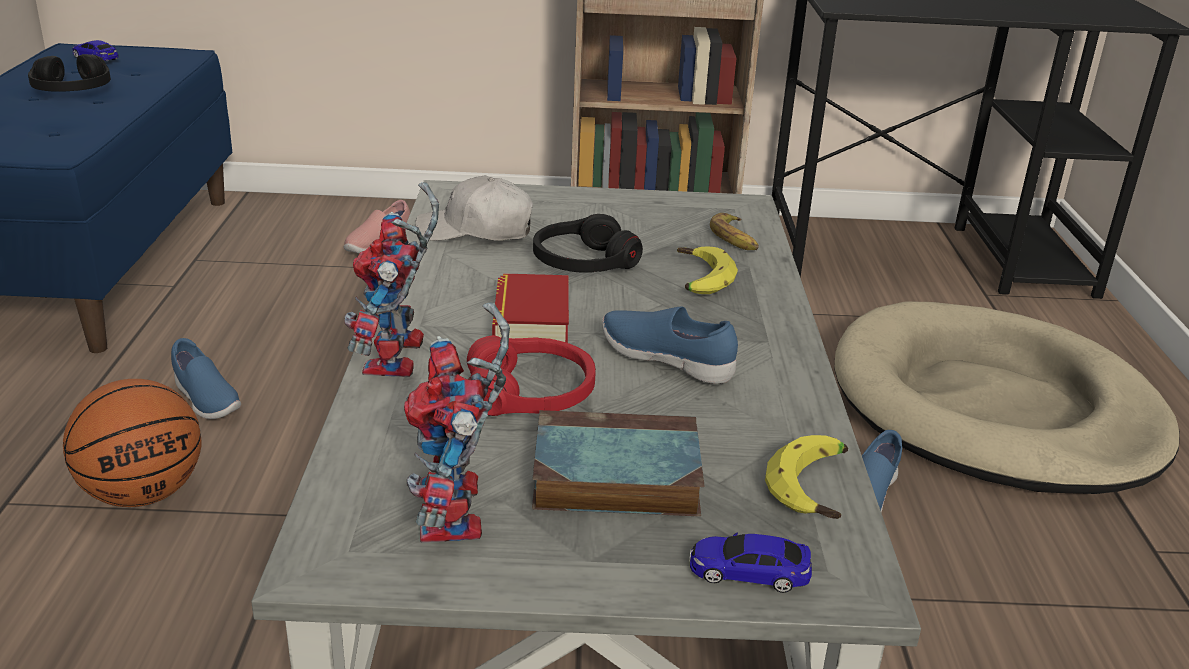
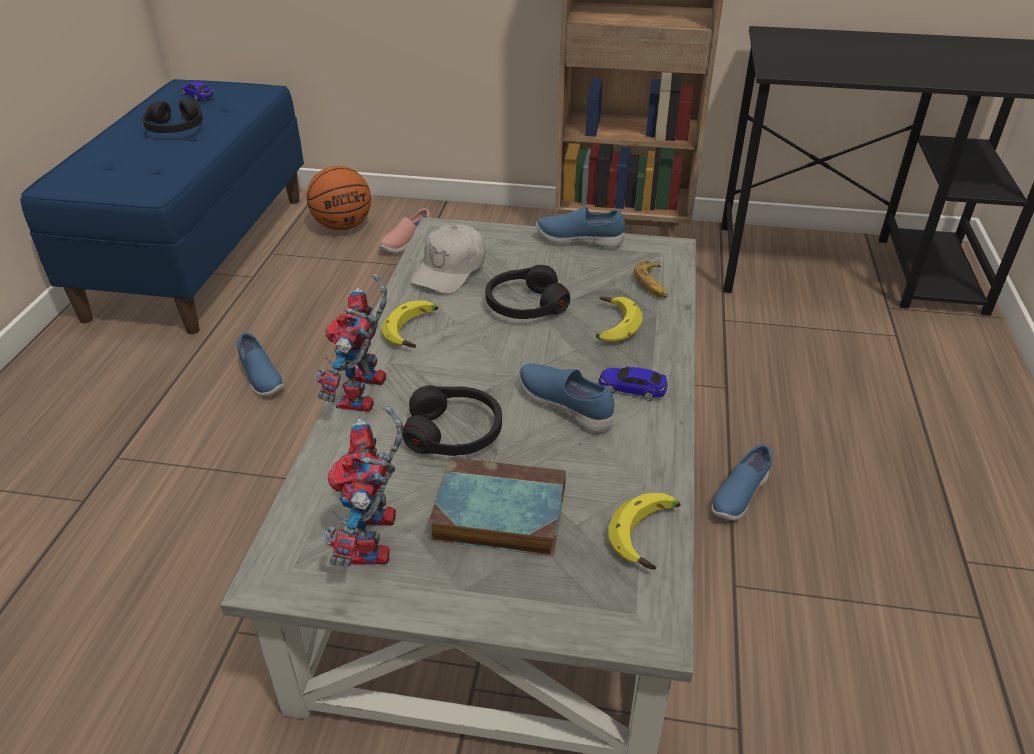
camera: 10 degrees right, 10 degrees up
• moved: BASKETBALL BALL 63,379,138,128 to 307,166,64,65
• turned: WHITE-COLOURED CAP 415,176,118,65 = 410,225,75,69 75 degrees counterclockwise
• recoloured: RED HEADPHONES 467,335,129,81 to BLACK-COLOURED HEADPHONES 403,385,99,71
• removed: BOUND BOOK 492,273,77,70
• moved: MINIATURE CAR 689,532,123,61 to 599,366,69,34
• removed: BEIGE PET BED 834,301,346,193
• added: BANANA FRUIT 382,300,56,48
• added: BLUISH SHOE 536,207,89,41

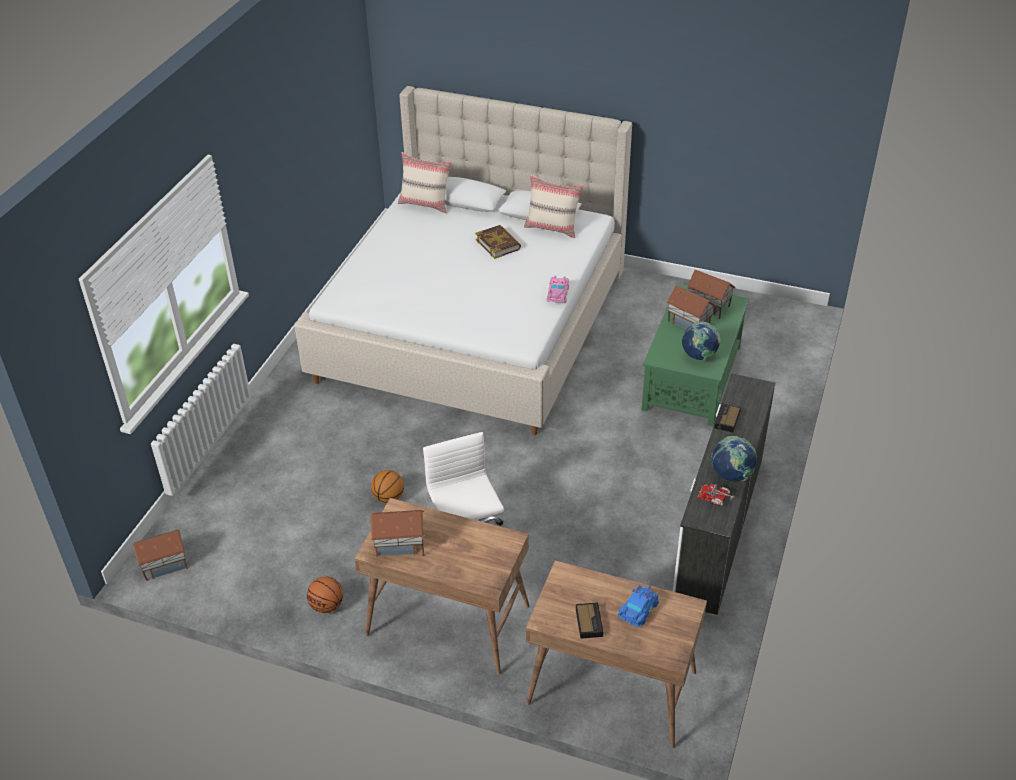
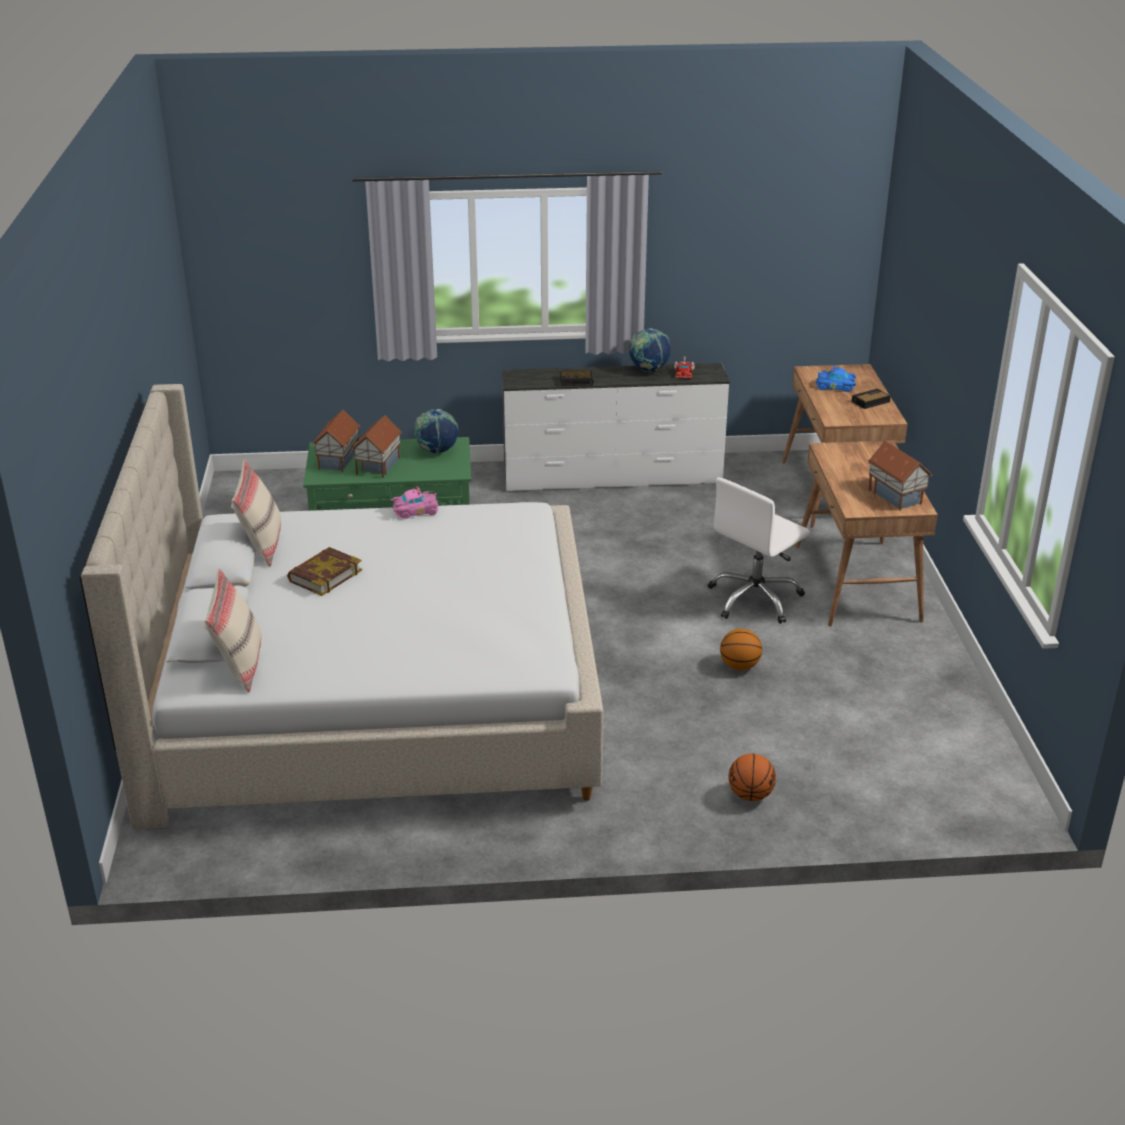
camera: 115 degrees left, 10 degrees down
• removed: MINIATURE HOUSE 132,530,56,51
• moved: BASKETBALL BALL 307,577,36,36 to 728,754,48,47

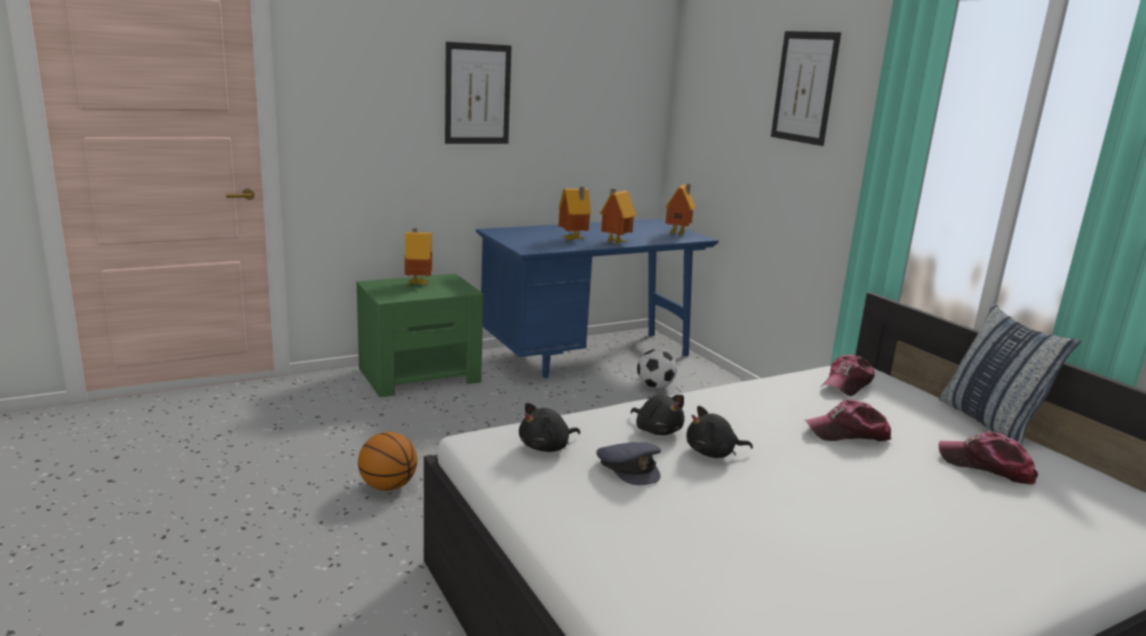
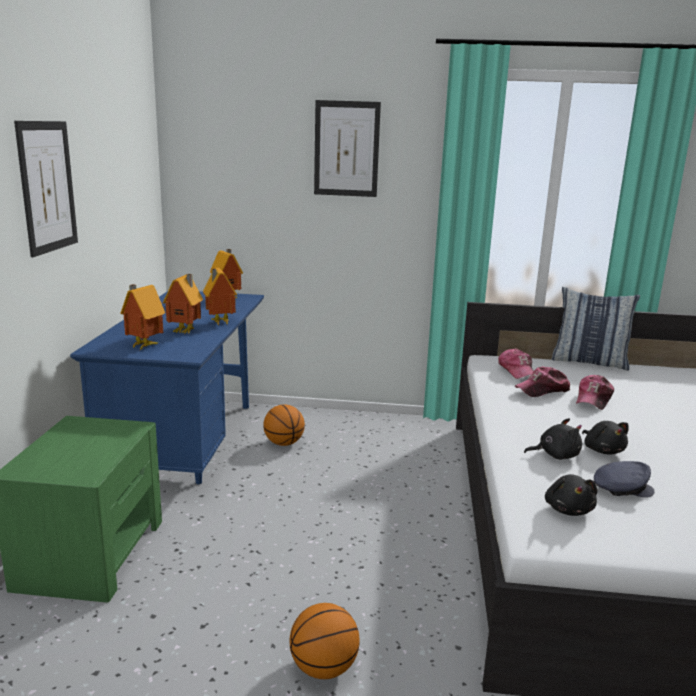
camera: 55 degrees left, 0 degrees up
• moved: MINIATURE HOUSE 404,228,28,57 to 120,284,45,66
• replaced: FOOTBALL 637,349,40,40 to BASKETBALL BALL 263,404,42,42
• turned: BLACK-COLOURED SOFT TOY 686,406,67,52 = 582,421,46,34 45 degrees counterclockwise
• moved: CAP 939,432,99,53 to 515,367,56,30

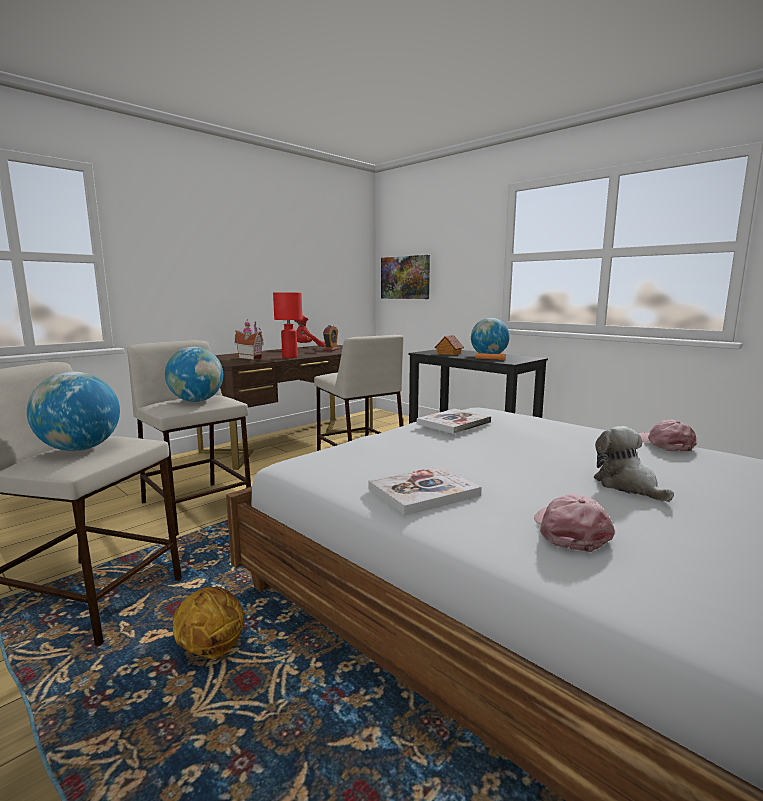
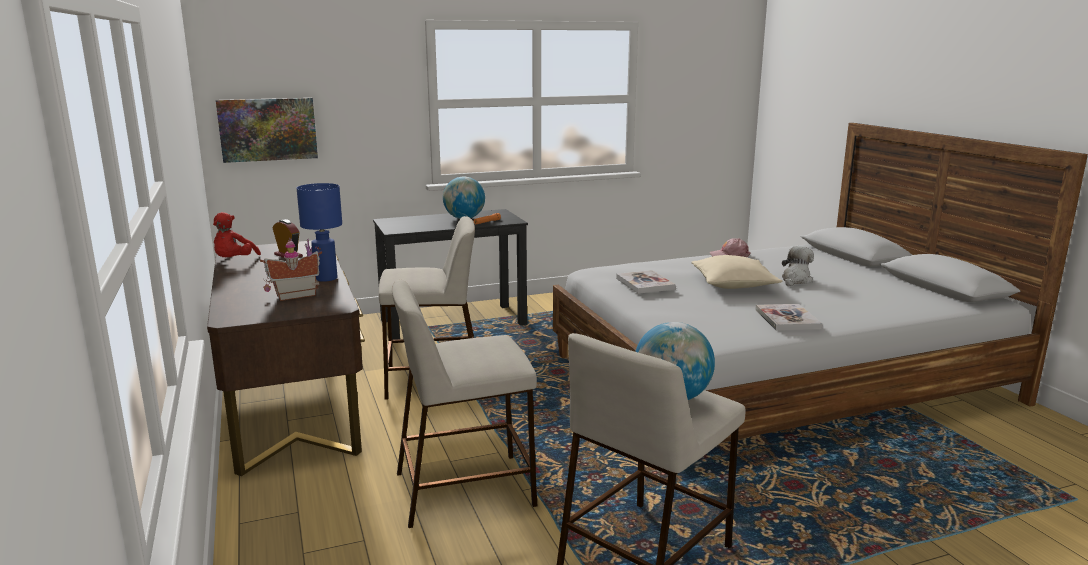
camera: 65 degrees left, 5 degrees up
• removed: DESK GLOBE 165,347,58,55
• removed: BASKETBALL BALL 173,587,71,73
• recoloured: RED TABLE LAMP 273,292,29,66 to BLUISH TABLE LAMP 297,183,45,99
• removed: MINIATURE HOUSE 434,335,30,20
• removed: PINK CAP 534,494,81,58
• turned: SOFT TOY 594,426,80,76 = 782,246,32,40 120 degrees clockwise
• added: BEIGE PILLOW 691,255,91,34

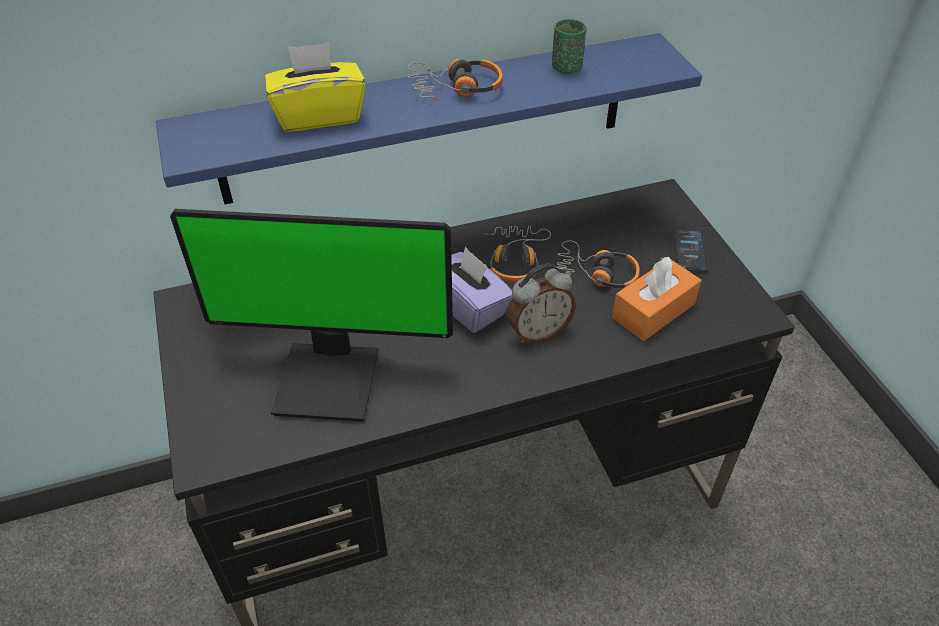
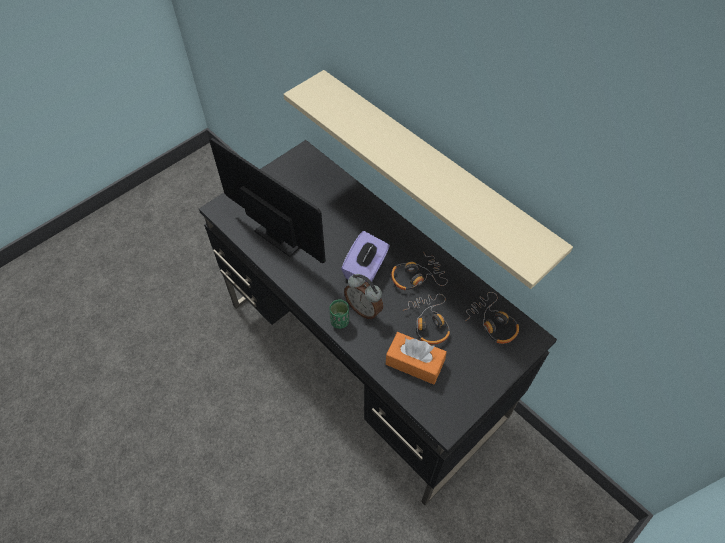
camera: 65 degrees right, 10 degrees up
• recoloured: BLUISH BRACKET SHELF 156,33,546,171 to BEIGE BRACKET SHELF 283,70,290,219
• turned: COMPUTER DISPLAY 170,209,283,213 = 209,138,117,125 150 degrees clockwise
• removed: YELLOW-COLOURED BOX OF TISSUES 265,42,101,90
• moved: HEADPHONES 407,59,96,44 to 465,292,54,52
• moved: GREEN SMALL CUP 552,19,35,55 to 330,299,19,30
• removed: HANDSET 673,229,35,43

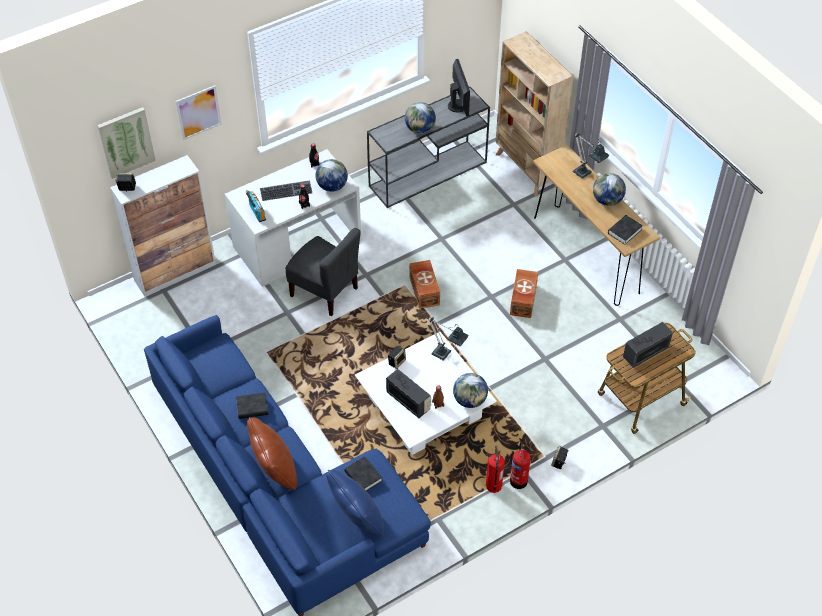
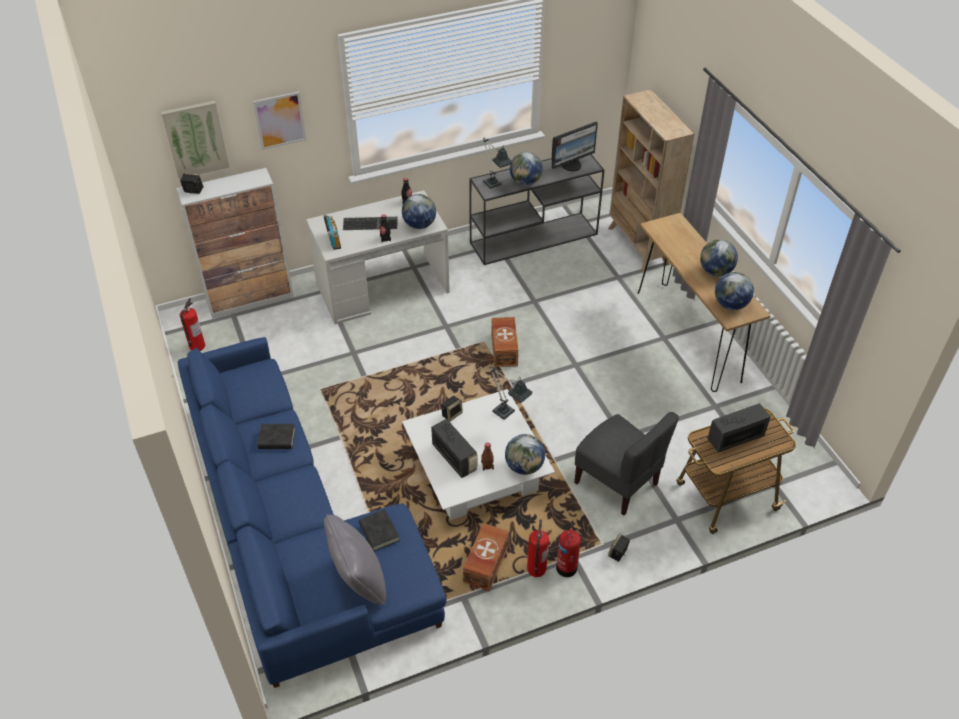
camera: 10 degrees right, 5 degrees down
• removed: BROWNISH PILLOW 247,417,50,73
• moved: GREY CHAIR 285,228,75,88 to 574,412,105,104
• recoloured: BLUISH PILLOW 326,469,58,67 to GREY PILLOW 324,514,62,91
• turned: COMPUTER DISPLAY 448,59,22,57 = 552,122,46,49 60 degrees clockwise
• moved: BROWNISH STORAGE CONTAINER 510,269,28,49 to 463,523,46,69
• moved: TABLE LAMP 573,132,36,47 to 483,138,30,51
• replaced: BLACK-COLOURED BOUND BOOK 608,215,35,30 to DESK GLOBE 715,272,39,38
• added: FIRE-FIGHTING CYLINDER 180,298,25,53

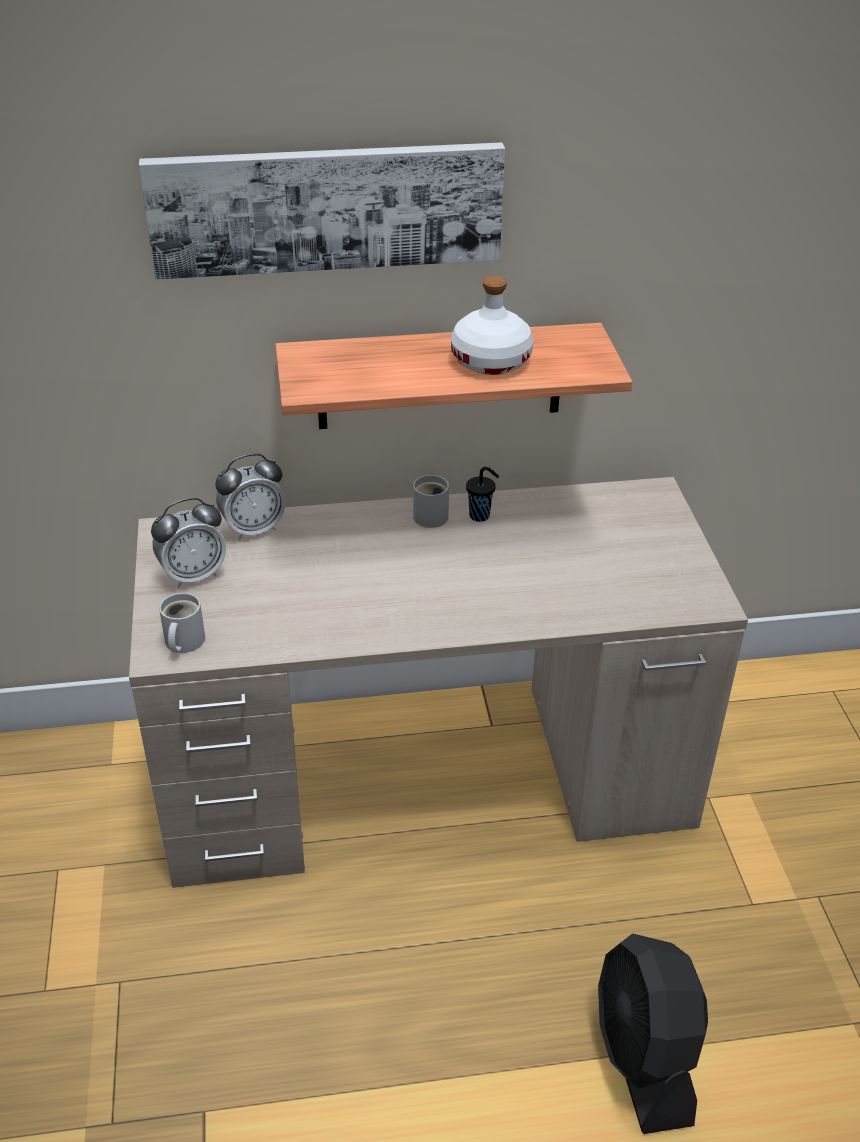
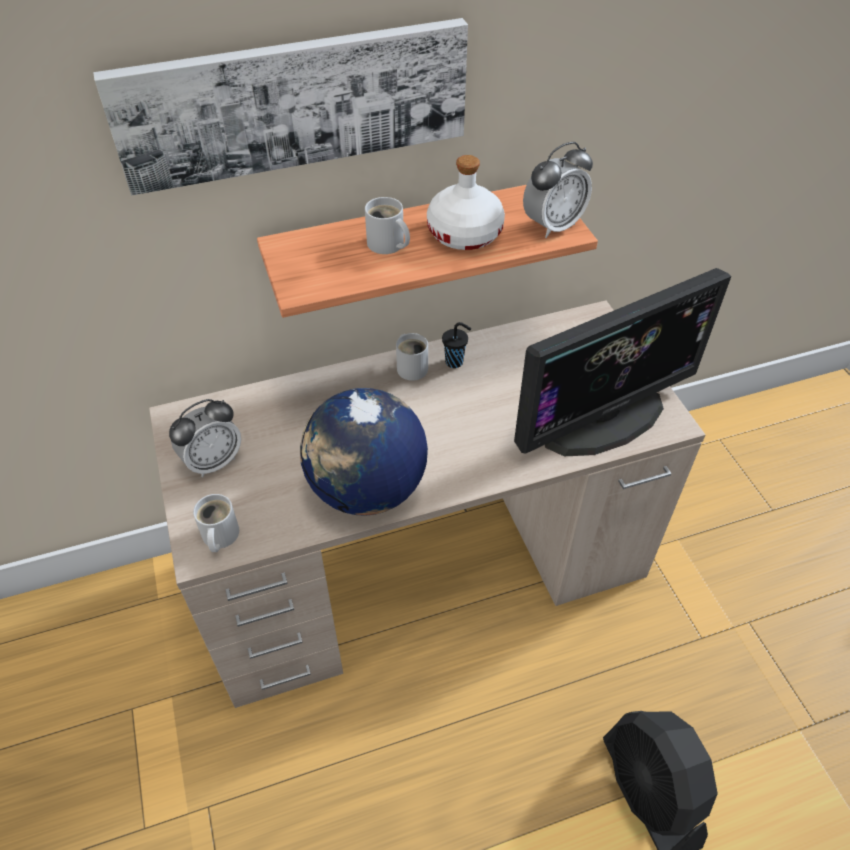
camera: 10 degrees left, 10 degrees up
• moved: TABLE CLOCK 215,454,71,86 to 523,142,70,96
• added: DESK GLOBE 300,388,128,128
• added: WHITE-COLOURED MUG 365,197,45,57
• added: COMPUTER DISPLAY 514,268,217,188

